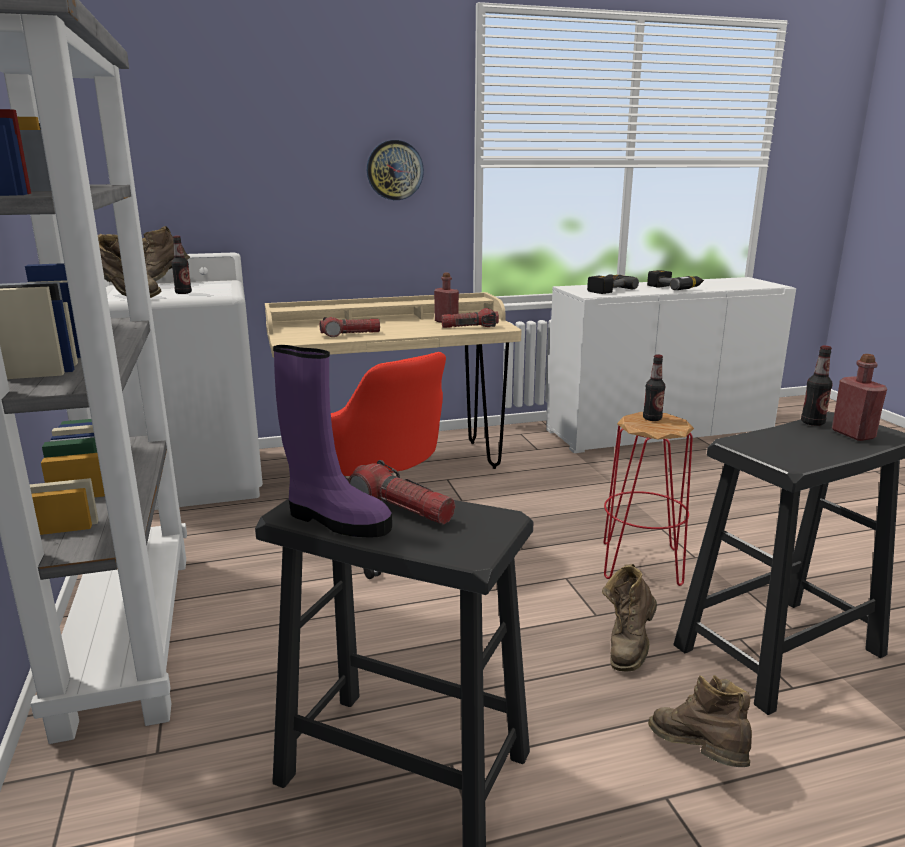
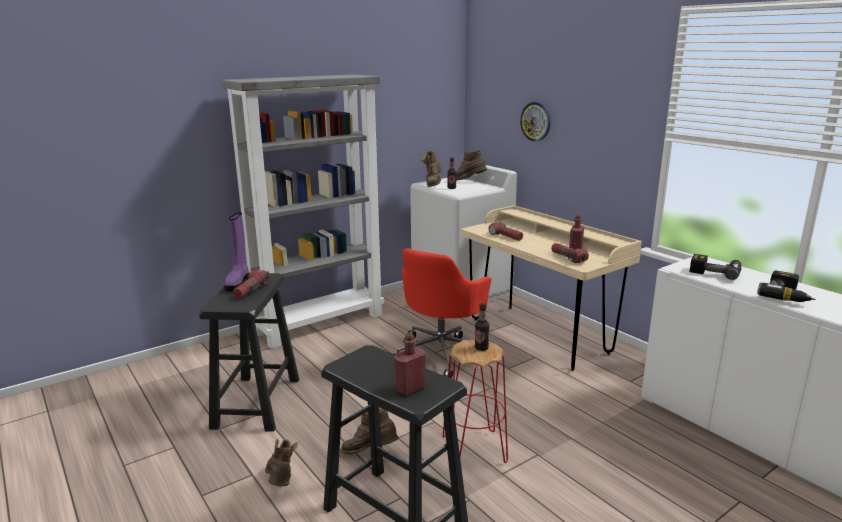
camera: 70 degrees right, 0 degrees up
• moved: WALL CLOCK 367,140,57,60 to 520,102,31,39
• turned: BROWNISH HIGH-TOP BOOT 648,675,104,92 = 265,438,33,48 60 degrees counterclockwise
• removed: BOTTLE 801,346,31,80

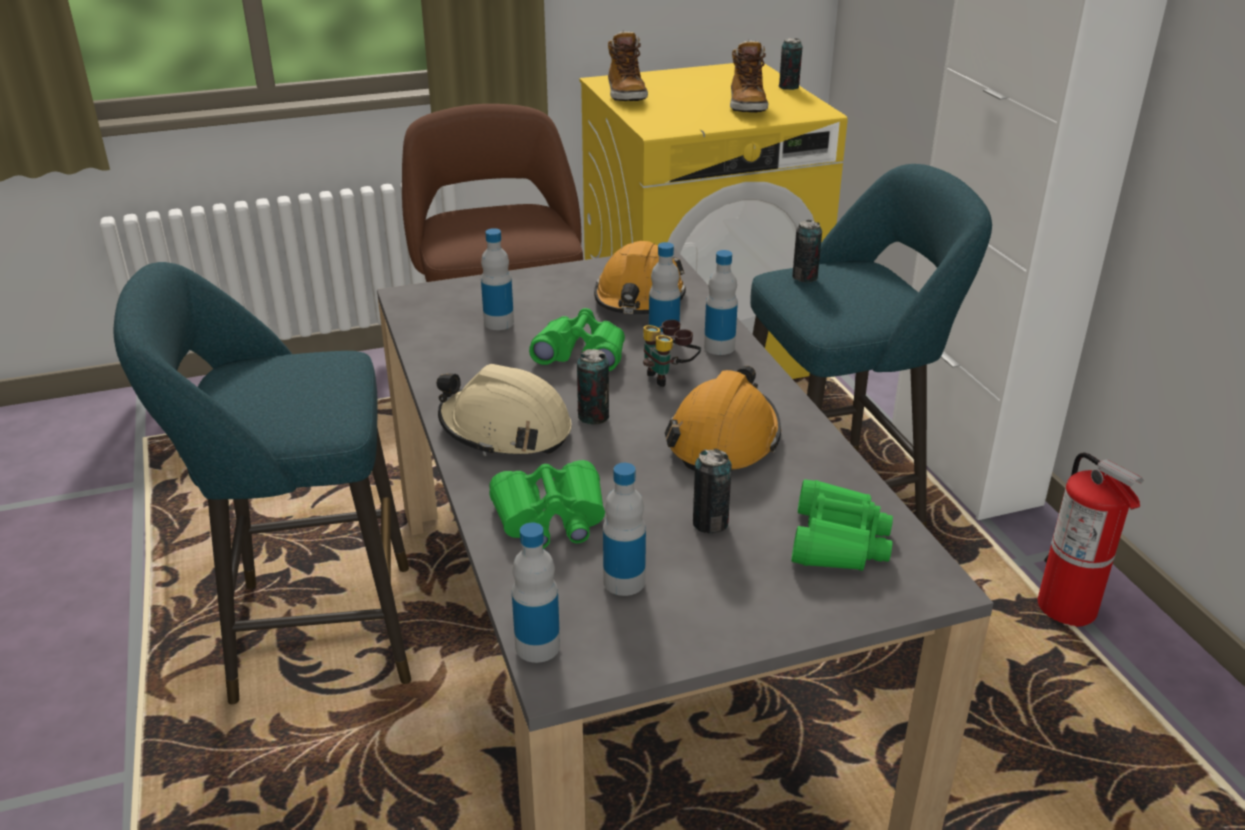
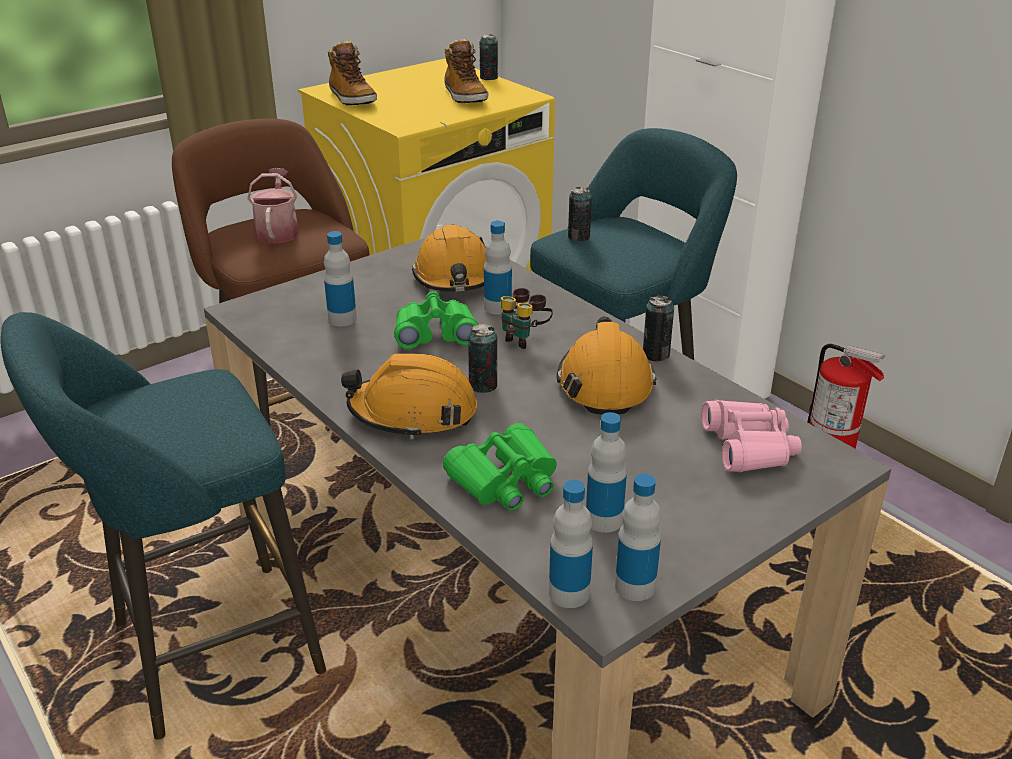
camera: 20 degrees left, 0 degrees up
• recoloured: BEIGE SAFETY HELMET 436,364,136,92 to ORANGEY SAFETY HELMET 341,354,136,85
• moved: METAL CAN 693,449,39,85 to 643,295,31,67
• moved: BOTTLE 704,250,34,105 to 615,474,46,127
• recoloured: GREEN BINOCULARS 791,479,102,92 to PINK BINOCULARS 701,400,101,72
• added: WATERING CAN 247,168,52,75

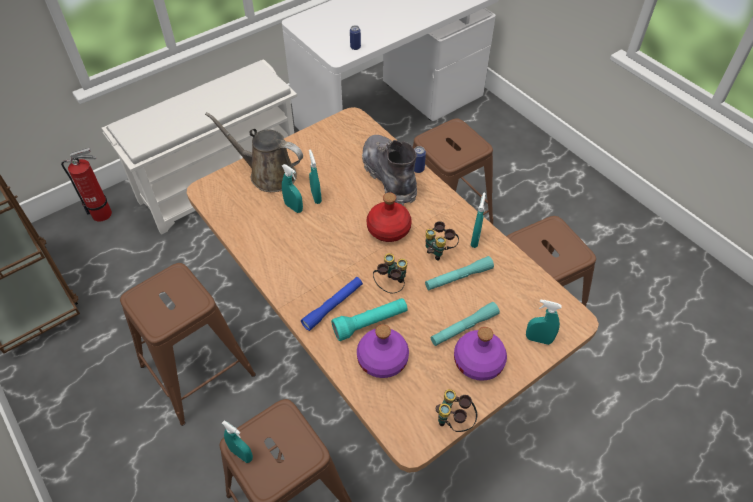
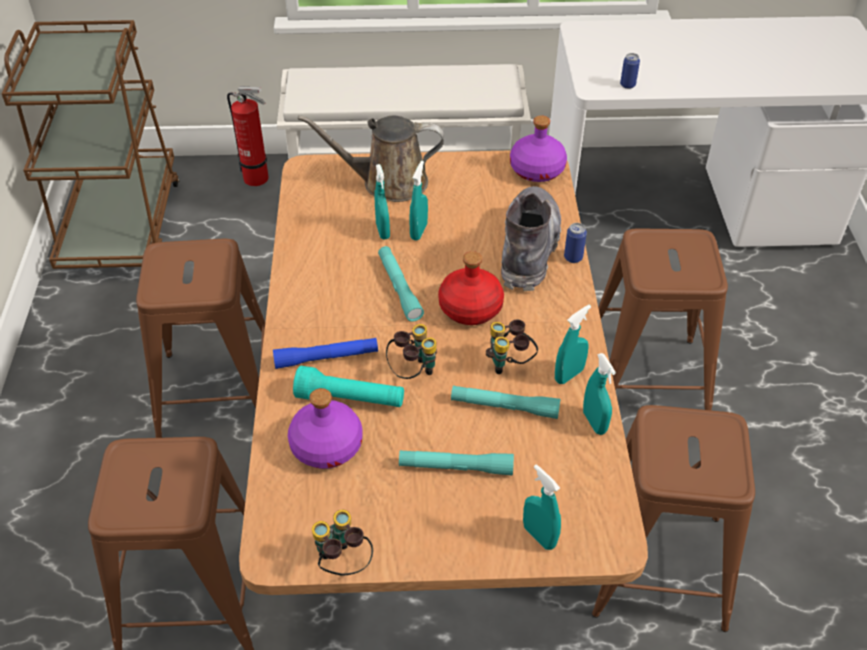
camera: 35 degrees right, 5 degrees down
• turned: BROWNISH WATERING CAN 205,112,98,80 = 298,115,146,87 60 degrees counterclockwise
• moved: TURQUOISE-COLOURED HAND SPRAYER 222,420,31,43 to 583,353,33,82
• moved: PURPLE BOTTLE 454,327,53,54 to 510,115,57,67
• added: TURQUOISE-COLOURED HAND TORCH 378,246,46,76

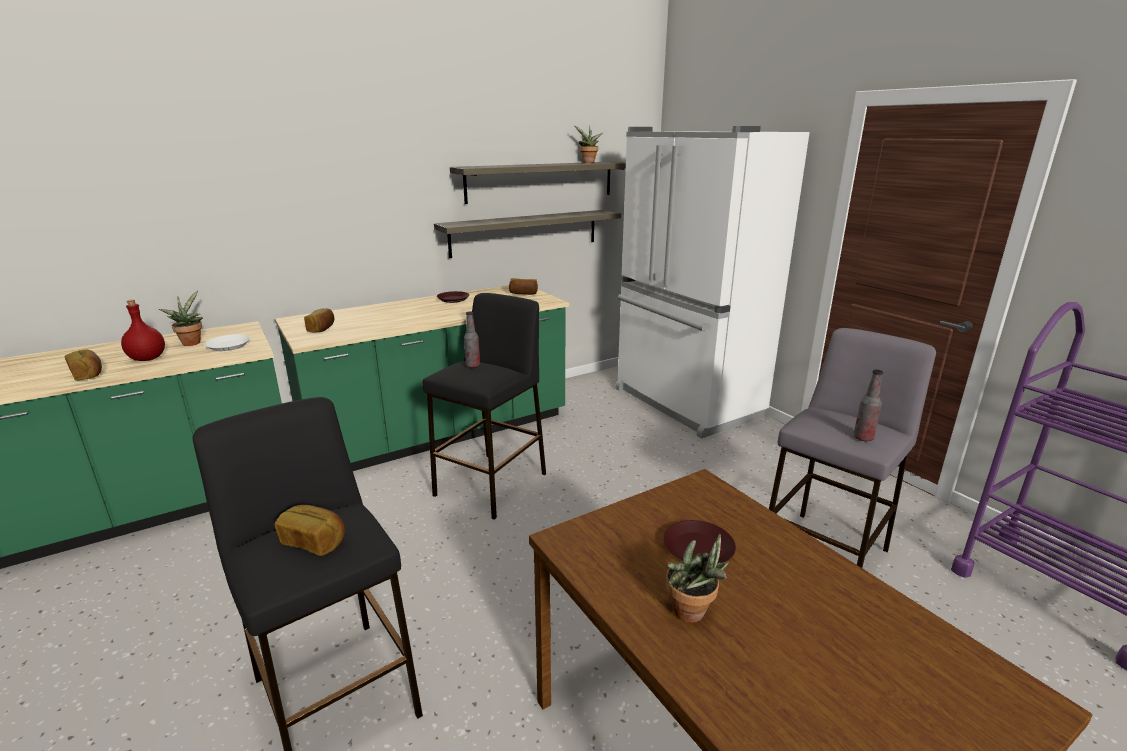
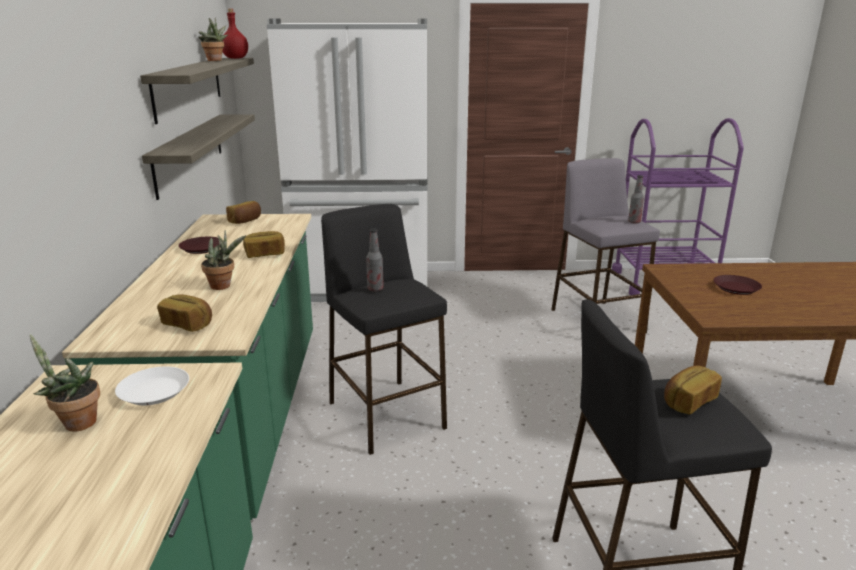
camera: 60 degrees left, 0 degrees up
• moved: BAKERY BREAD 64,350,38,30 to 243,231,42,27
• moved: RED BOTTLE 121,300,44,61 to 222,9,26,50
• moved: PLANT IN A POT 666,534,63,89 to 201,230,45,60

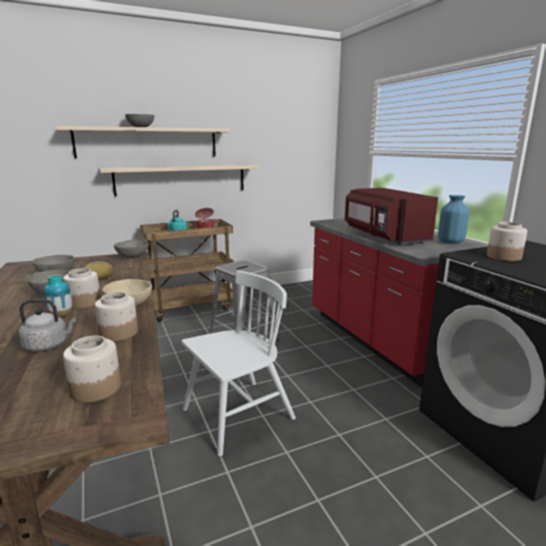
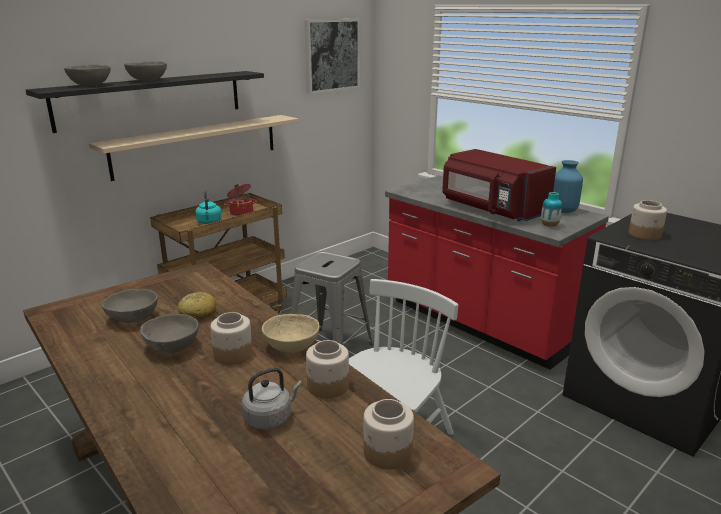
camera: 20 degrees left, 5 degrees up
• moved: VASE 44,275,28,42 to 541,192,21,35
• recoloured: BEIGE BRACKET SHELF 56,126,175,32 to BLACK-COLOURED BRACKET SHELF 26,71,238,62
• moved: GREY SERVING BOWL 114,240,35,18 to 64,65,47,21
• added: WALL PICTURE 305,19,55,75

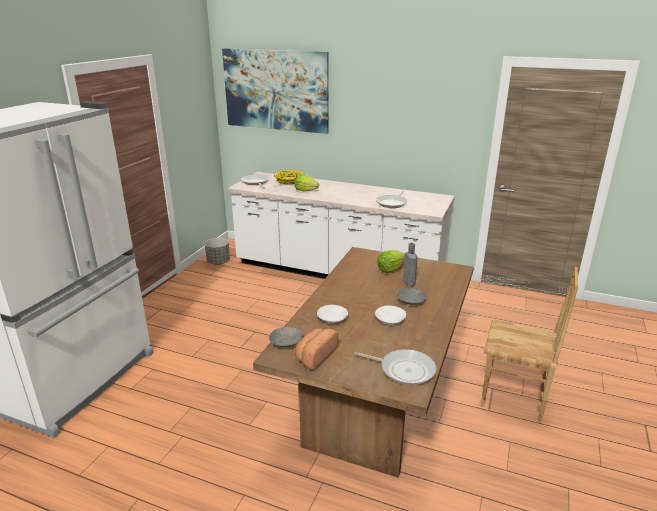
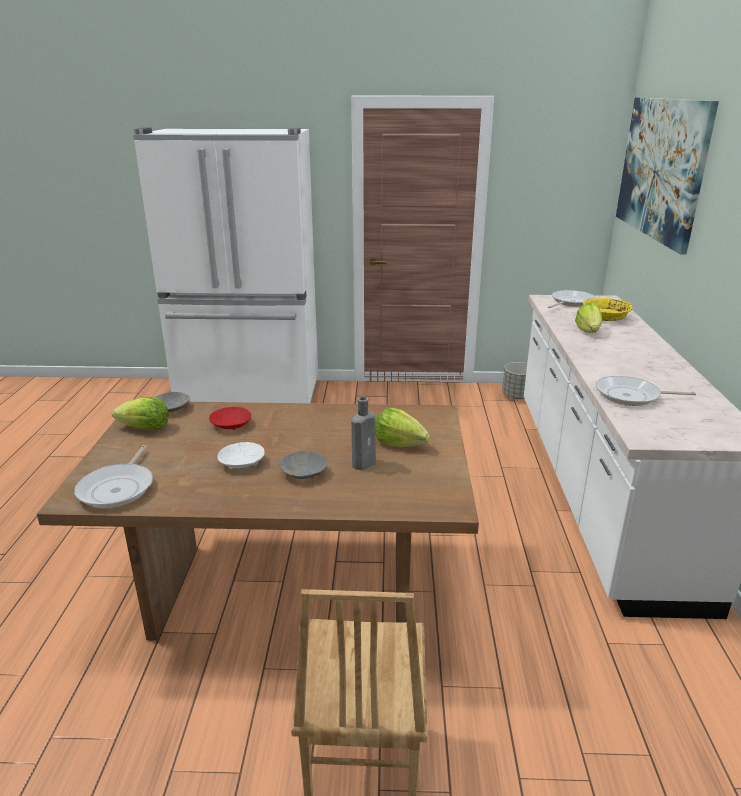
camera: 70 degrees right, 0 degrees up
• replaced: BAKERY BREAD 295,328,43,42 to LETTUCE 112,397,57,33
• recoloured: WHITE-COLOURED SERVING BOWL 317,305,31,19 to RED SERVING BOWL 209,407,42,23

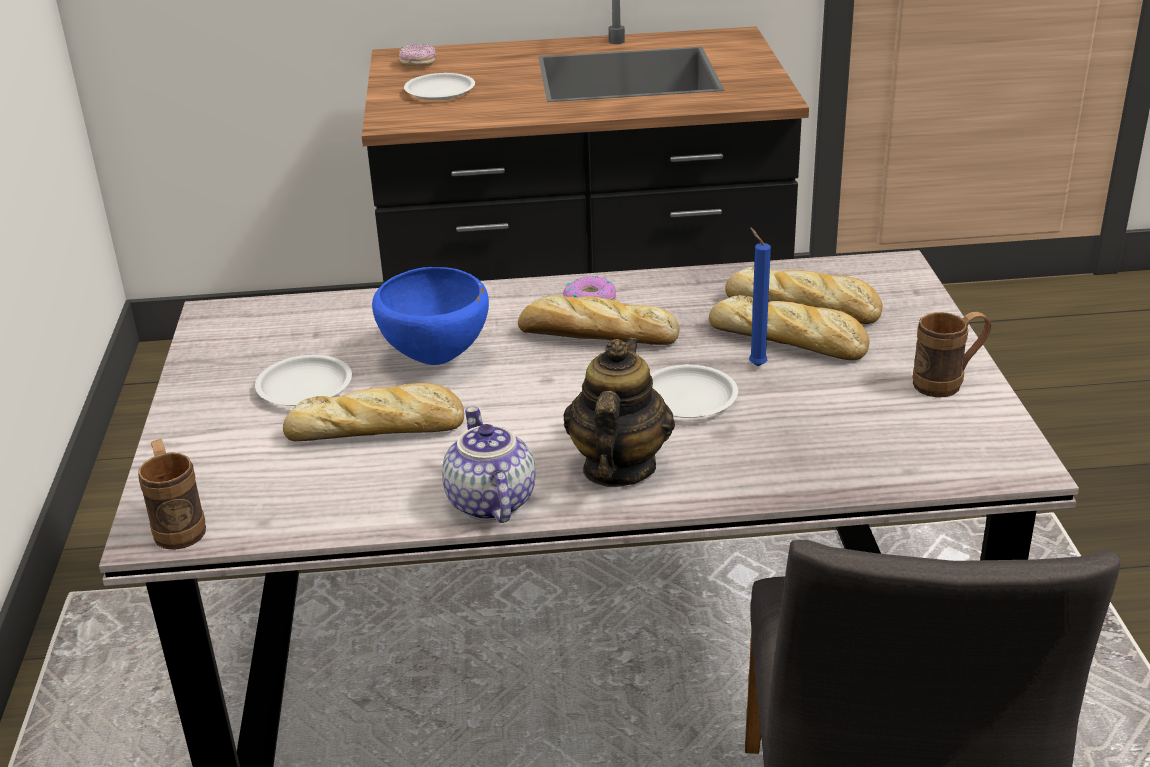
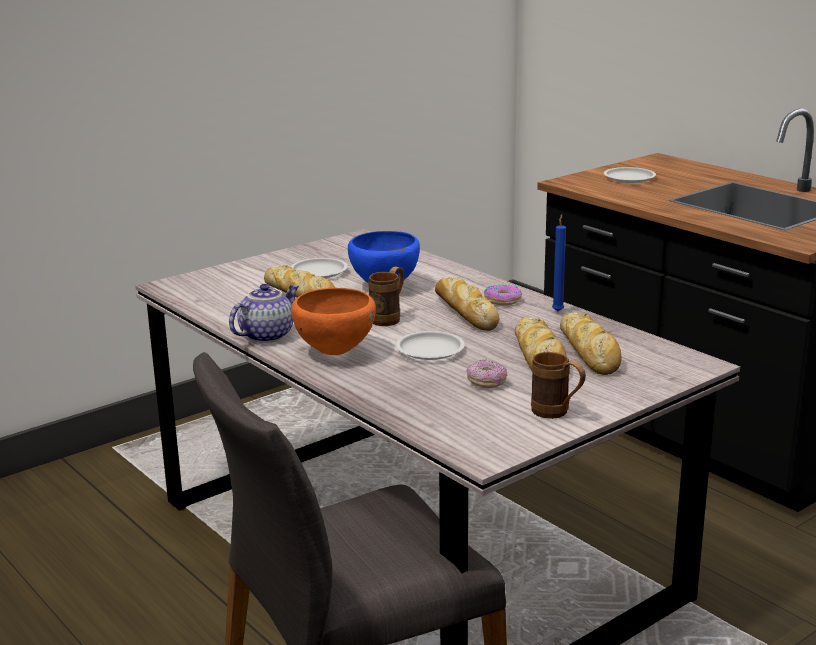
camera: 55 degrees right, 10 degrees down
• moved: BROWNISH MUG 138,439,68,111 to 368,267,36,59
• moved: DONUT 399,44,38,23 to 466,360,41,28
• replaced: TEA POT 564,337,111,150 to ORANGEY SERVING BOWL 291,288,85,67
• moved: BLUISH WAX LIGHT 749,228,22,138 to 552,214,14,98

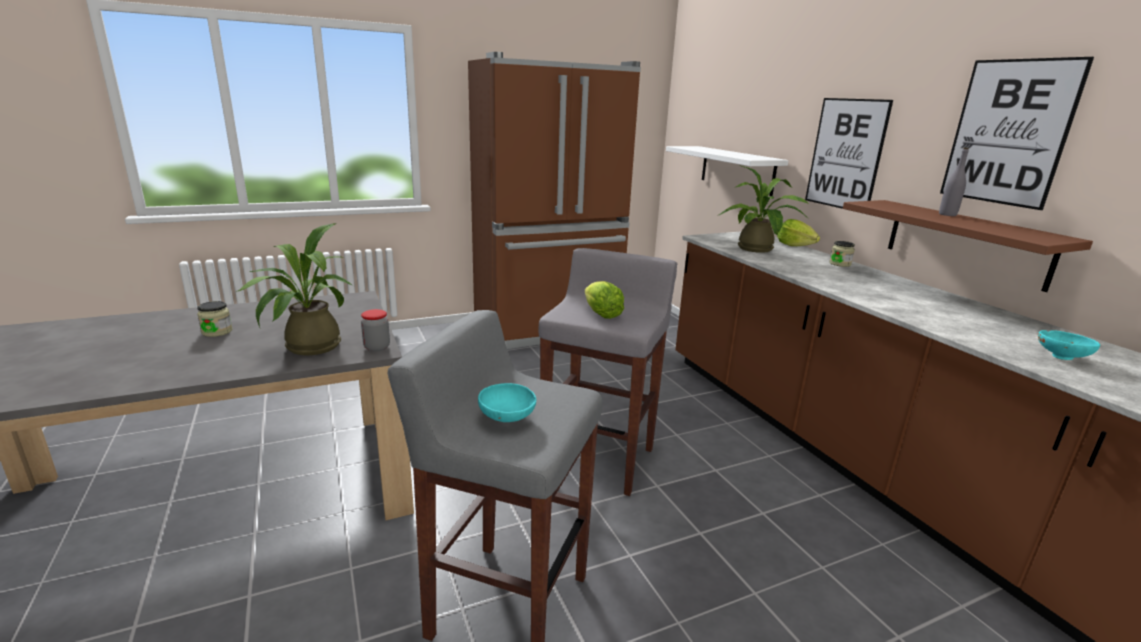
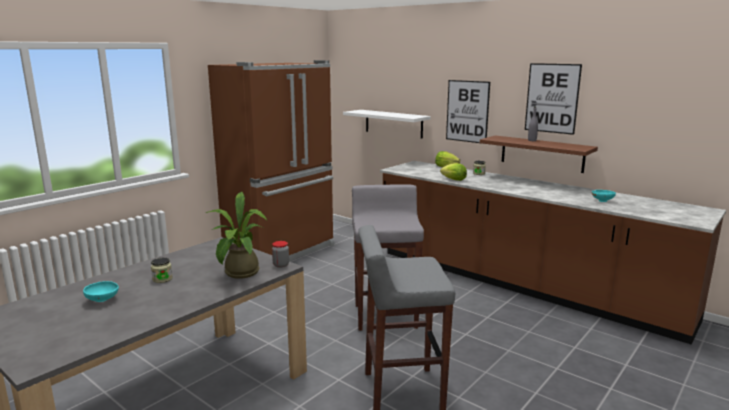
camera: 25 degrees left, 5 degrees down
• moved: TURQUOISE-COLOURED SERVING BOWL 478,383,58,39 to 83,281,36,21
• moved: LETTUCE 585,281,39,38 to 440,163,27,18
• removed: PLANT IN A POT 719,165,90,88

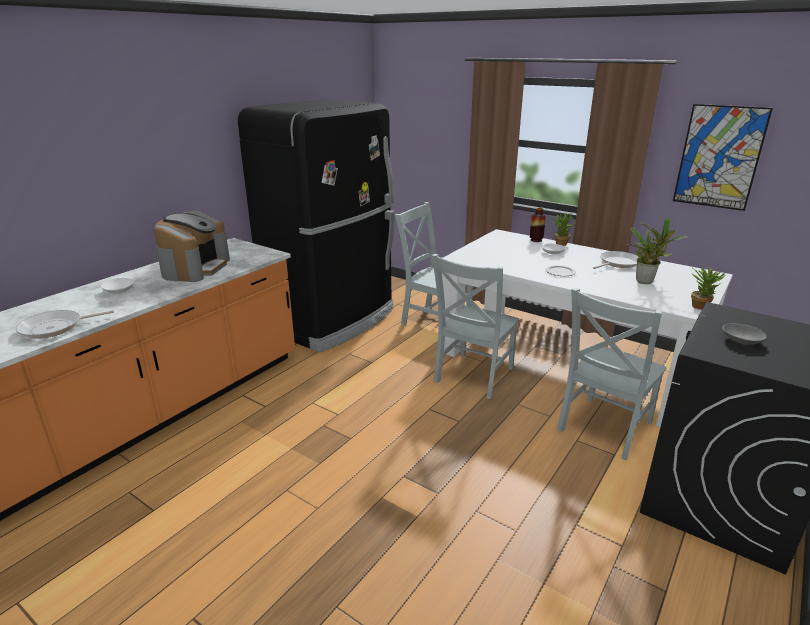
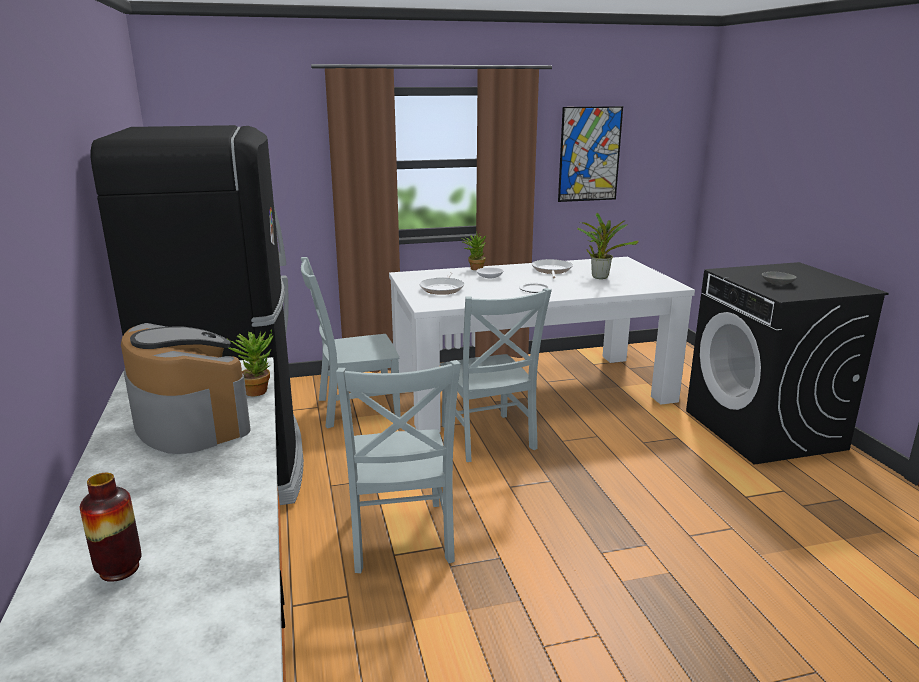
camera: 50 degrees left, 5 degrees down
• moved: SKILLET 16,310,98,29 to 419,272,45,23
• removed: WHITE-COLOURED SERVING BOWL 101,278,33,15
• moved: VASE 530,208,16,34 to 80,473,62,109
• moved: GREY CHAIR 557,288,110,172 to 336,360,125,213
• moved: PLANT IN A POT 691,267,35,43 to 226,330,47,66

